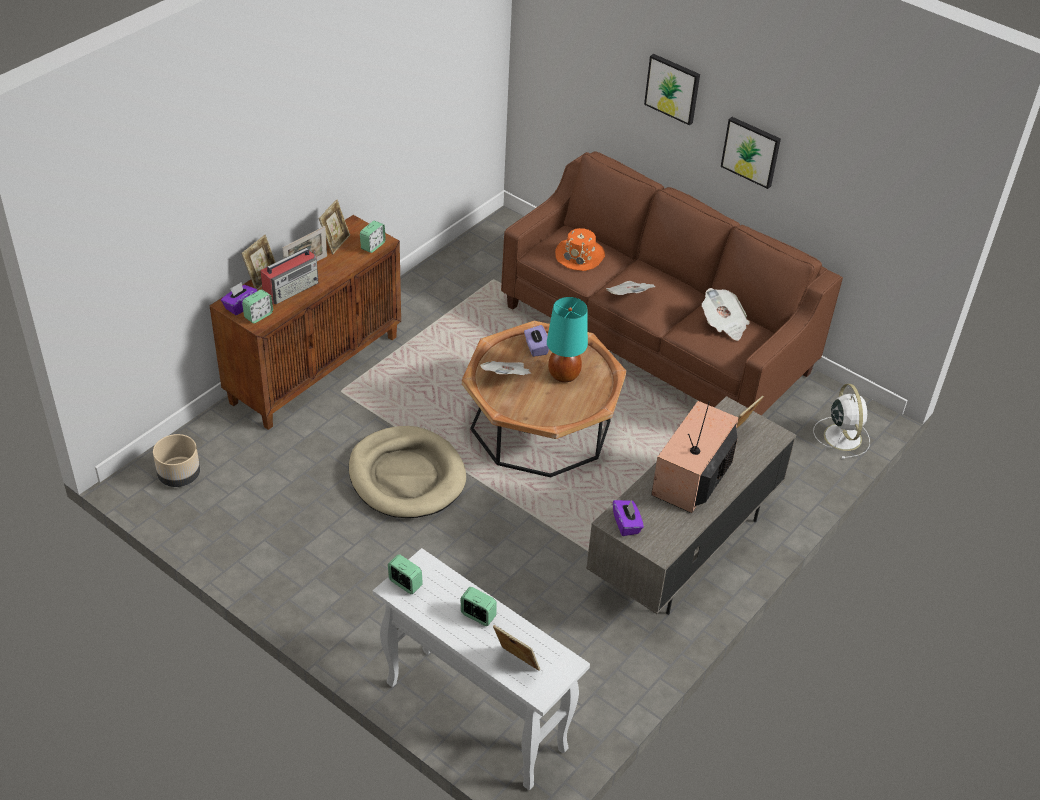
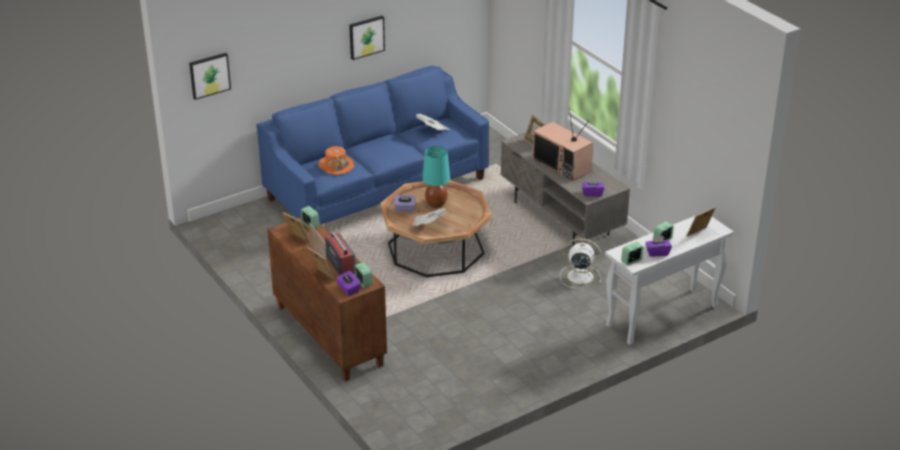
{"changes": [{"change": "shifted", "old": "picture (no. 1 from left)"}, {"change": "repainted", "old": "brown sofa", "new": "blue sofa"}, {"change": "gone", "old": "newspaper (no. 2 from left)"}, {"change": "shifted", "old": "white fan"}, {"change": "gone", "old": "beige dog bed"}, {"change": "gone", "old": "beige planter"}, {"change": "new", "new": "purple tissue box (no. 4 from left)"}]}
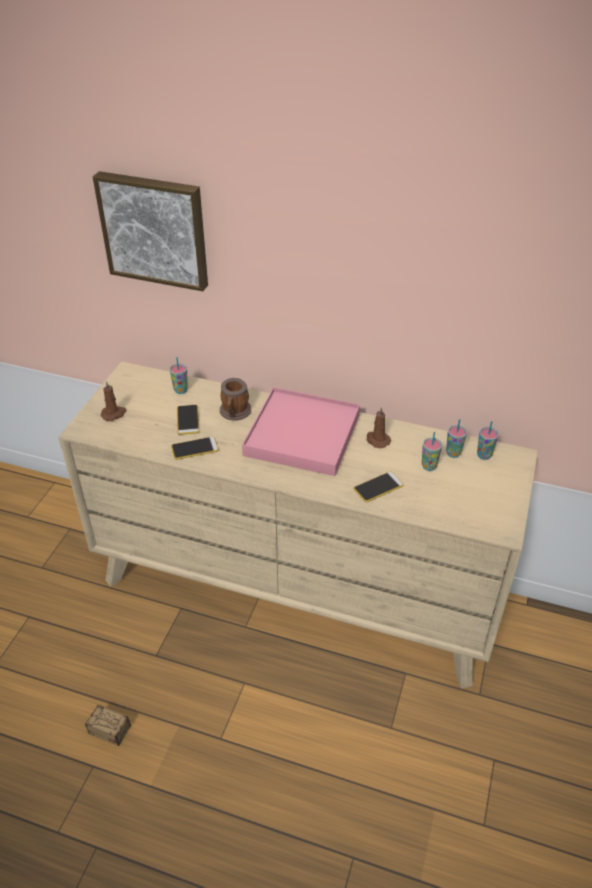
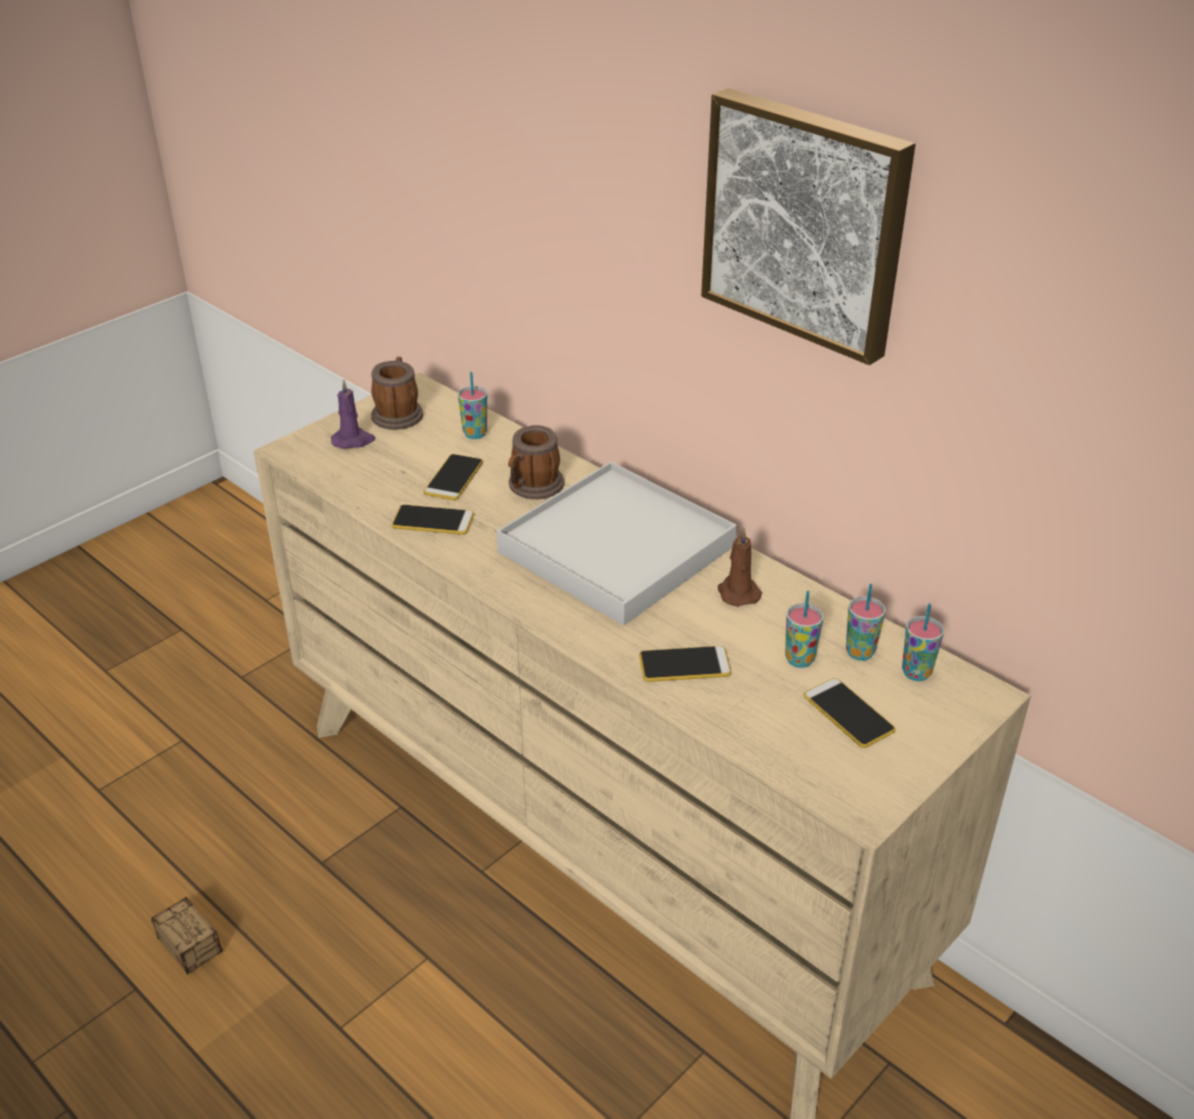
{"changes": [{"change": "shifted", "old": "picture"}, {"change": "repainted", "old": "brown candle (no. 1 from left)", "new": "purple candle"}, {"change": "repainted", "old": "pink tray", "new": "white tray"}, {"change": "new", "new": "mug (no. 1 from left)"}, {"change": "new", "new": "phone (no. 4 from left)"}]}
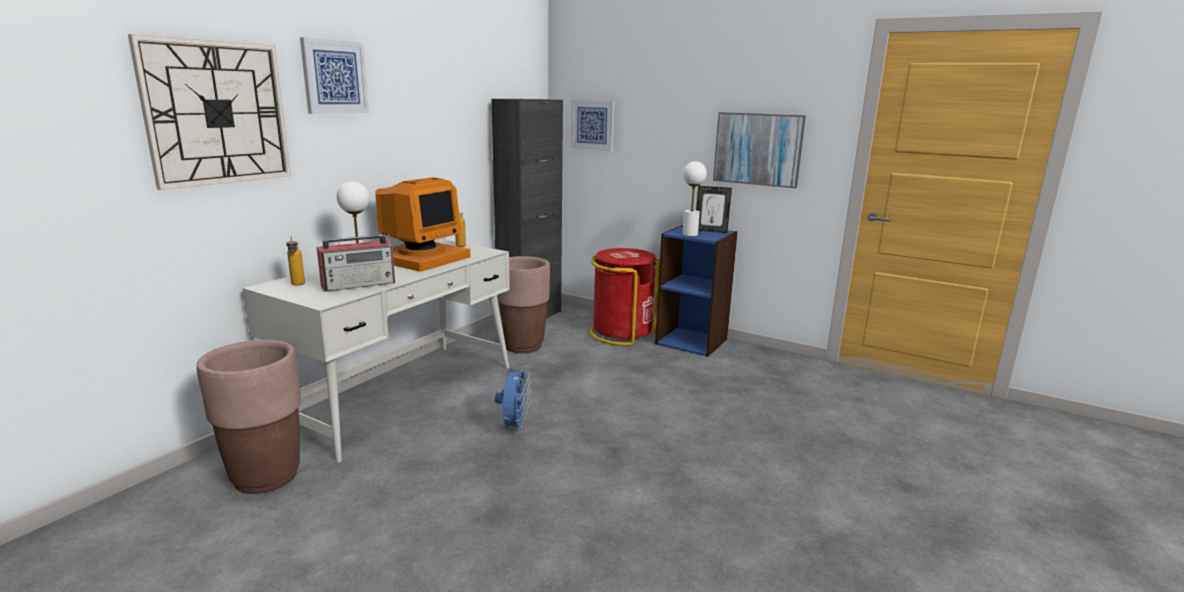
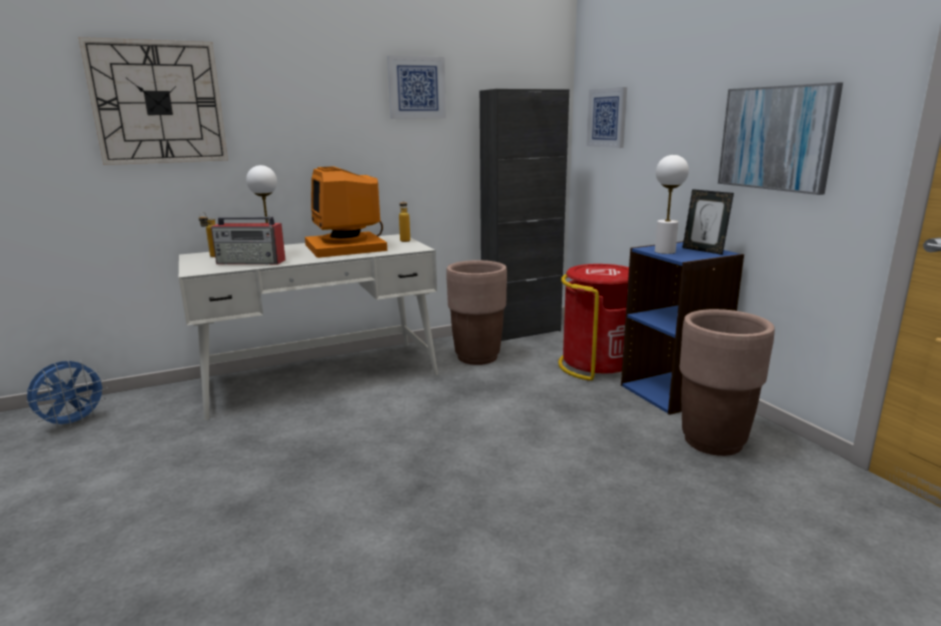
{"changes": [{"change": "shifted", "old": "picture (no. 1 from left)"}, {"change": "rotated", "old": "monitor", "degrees": 90}, {"change": "shifted", "old": "brown planter (no. 1 from left in the first image)", "new": "brown planter (no. 2 from left)"}, {"change": "shifted", "old": "blue fan"}]}
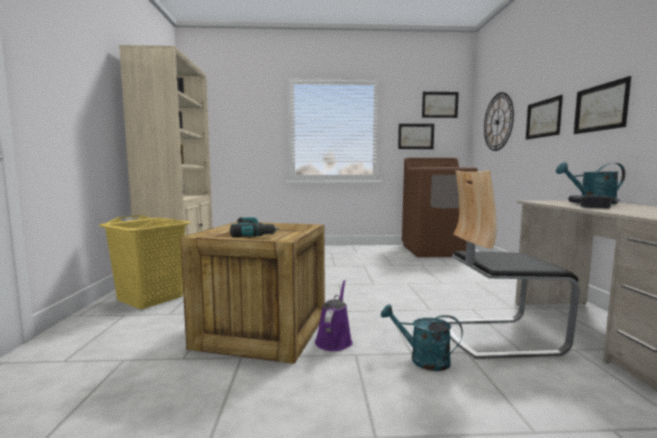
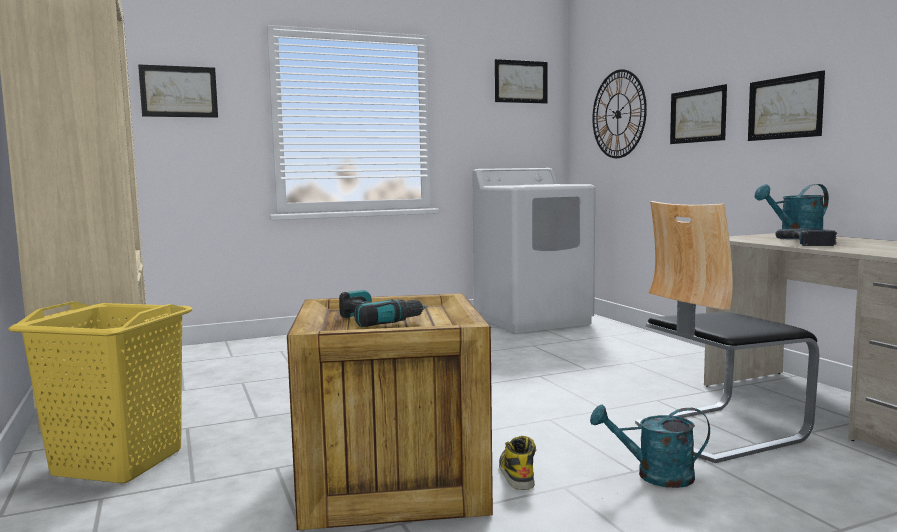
{"changes": [{"change": "shifted", "old": "picture (no. 1 from left)"}, {"change": "repainted", "old": "brown washing machine", "new": "white washing machine"}, {"change": "swapped", "old": "purple watering can", "new": "boot"}]}
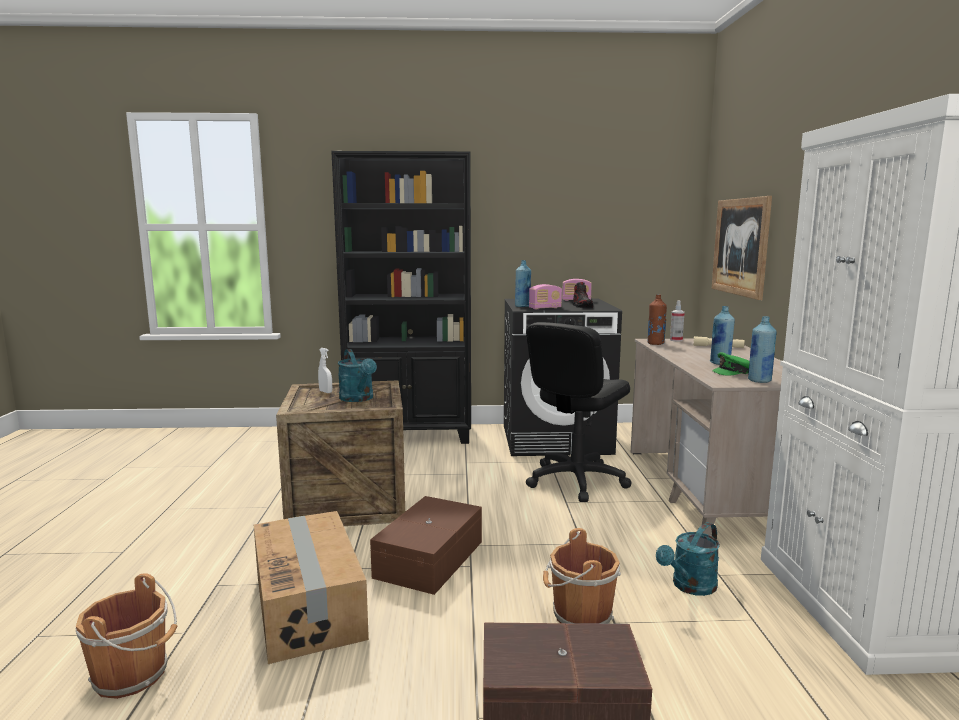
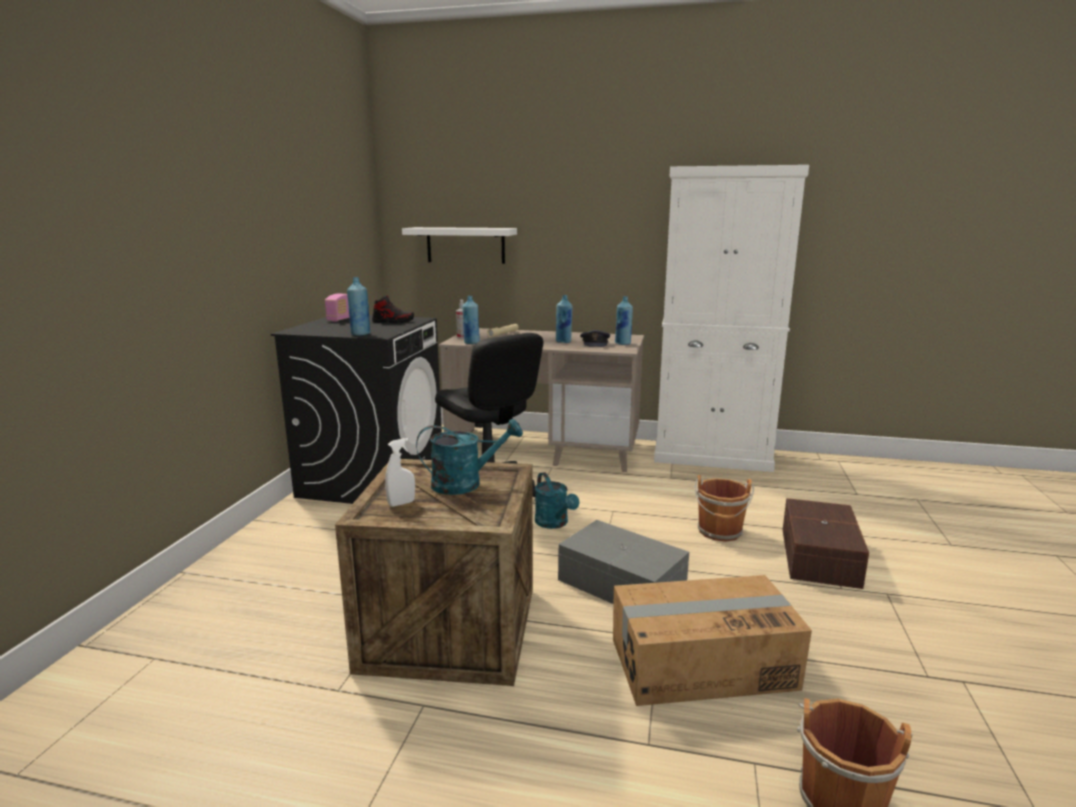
{"changes": [{"change": "gone", "old": "black bookcase"}, {"change": "swapped", "old": "picture", "new": "white shelf"}, {"change": "gone", "old": "radio (no. 1 from left)"}, {"change": "repainted", "old": "brown bottle", "new": "blue bottle (no. 2 from left)"}, {"change": "repainted", "old": "green cap", "new": "grey cap"}, {"change": "repainted", "old": "brown storage box (no. 1 from left)", "new": "grey storage box"}, {"change": "shifted", "old": "turquoise watering can (no. 2 from left)"}]}
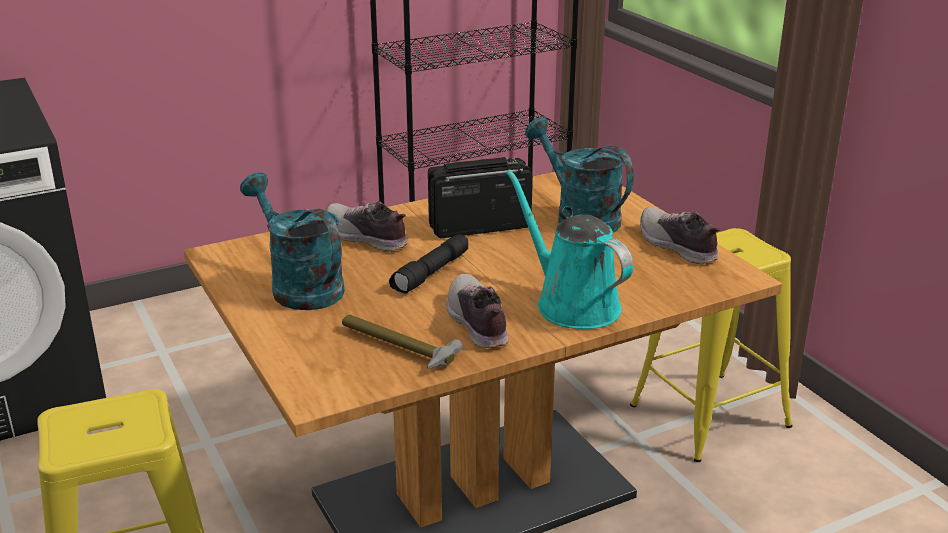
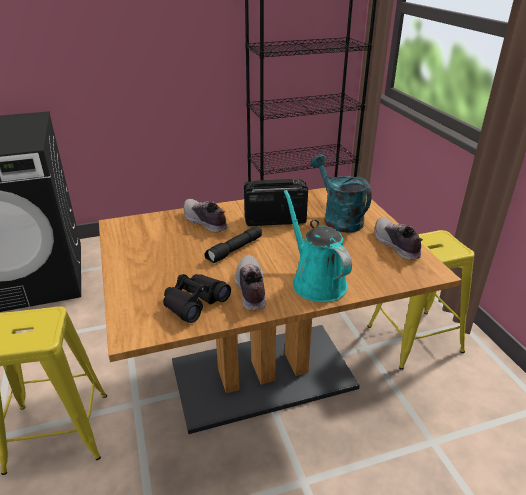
{"changes": [{"change": "gone", "old": "turquoise watering can (no. 1 from left)"}, {"change": "swapped", "old": "hammer", "new": "black binoculars"}]}
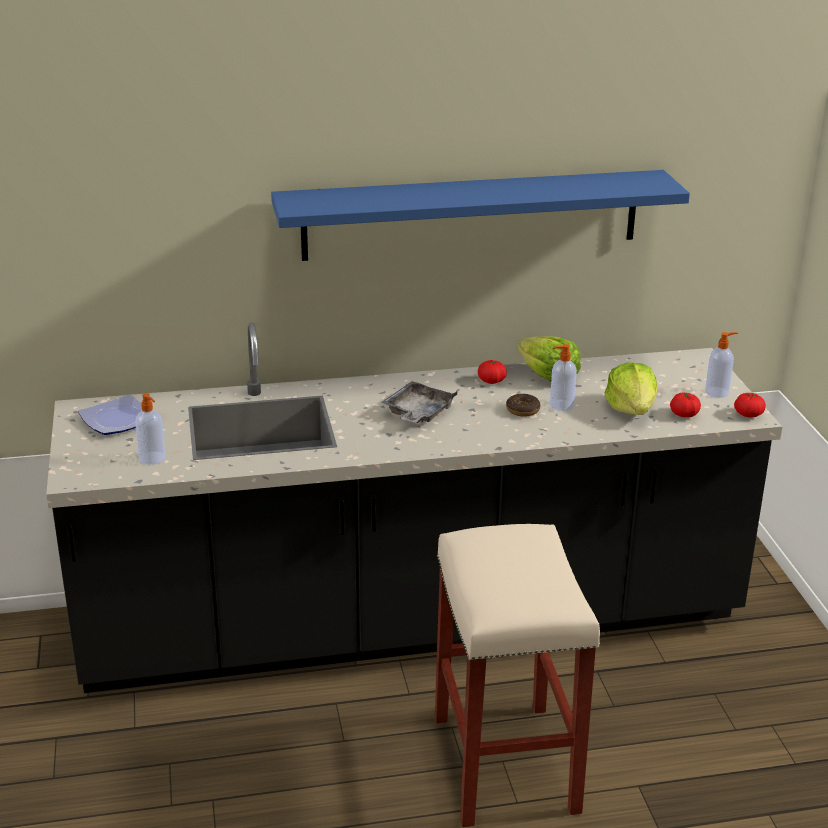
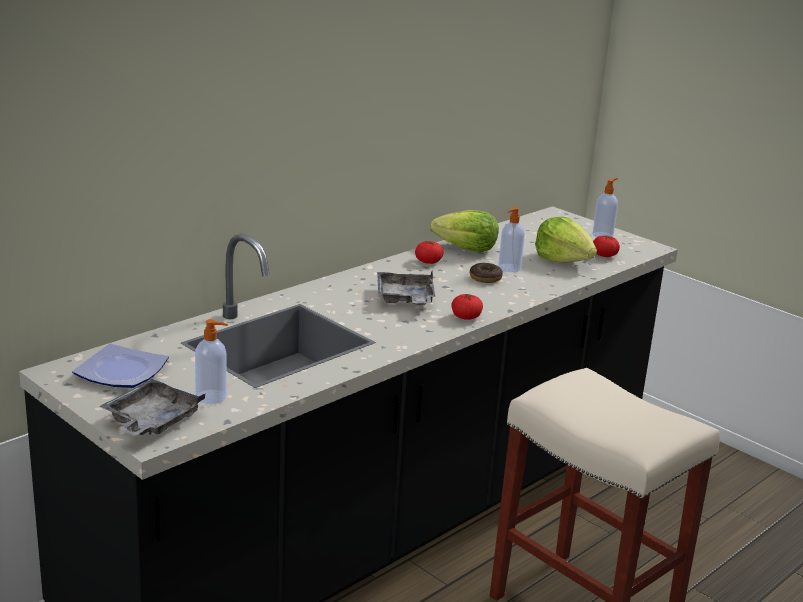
{"changes": [{"change": "gone", "old": "blue shelf"}, {"change": "shifted", "old": "tomato (no. 3 from left in the first image)", "new": "tomato (no. 2 from left)"}, {"change": "new", "new": "grey tray (no. 1 from left)"}]}
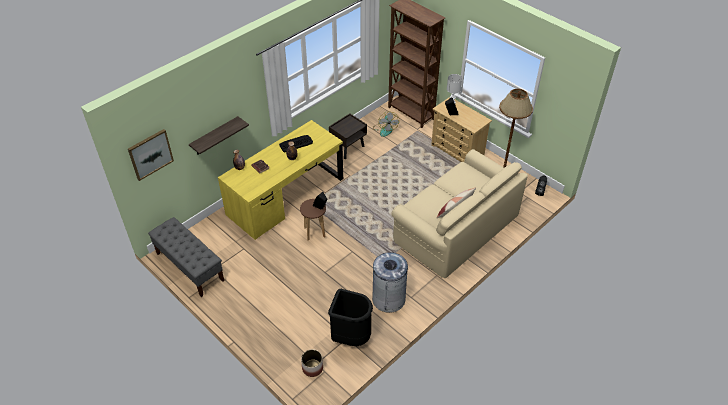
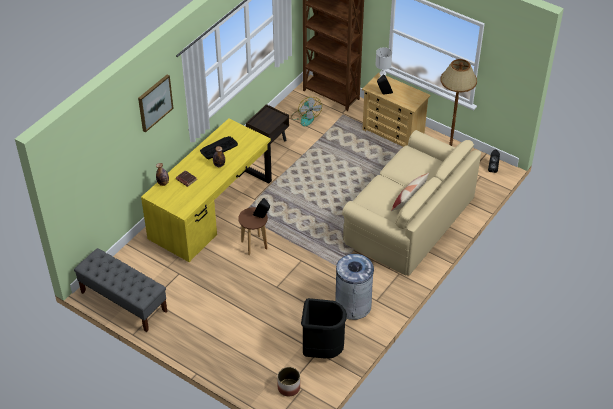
{"changes": [{"change": "gone", "old": "shelf"}, {"change": "shifted", "old": "picture"}]}
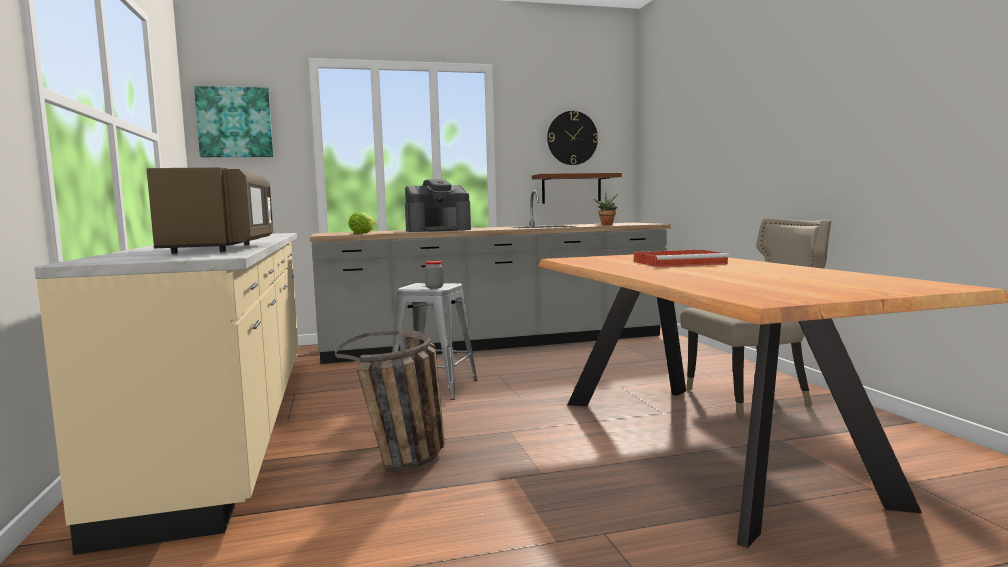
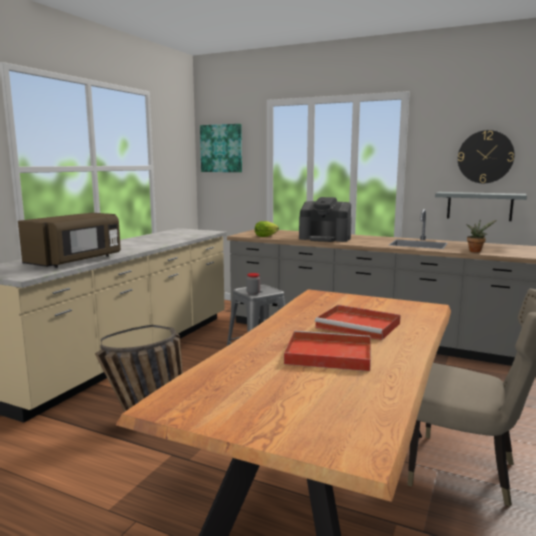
{"changes": [{"change": "repainted", "old": "brown shelf", "new": "grey shelf"}, {"change": "new", "new": "red tray (no. 1 from left)"}]}
